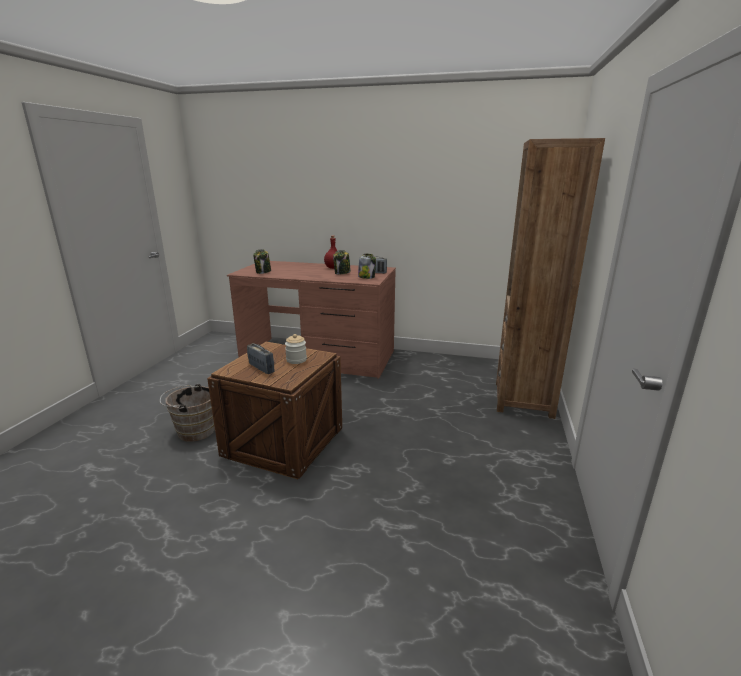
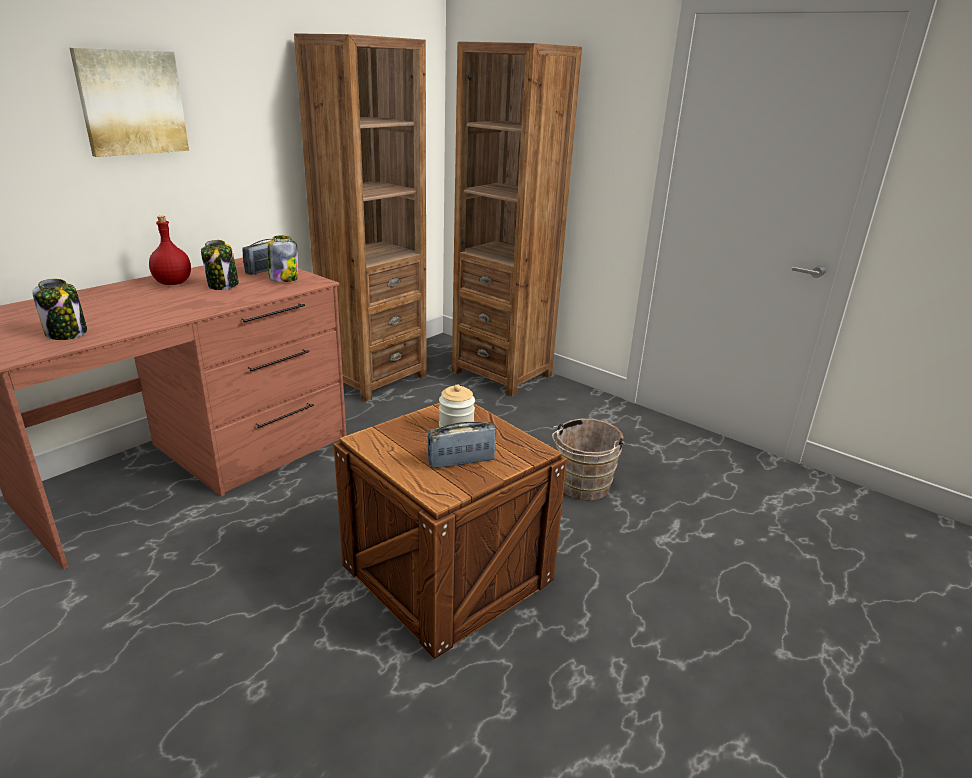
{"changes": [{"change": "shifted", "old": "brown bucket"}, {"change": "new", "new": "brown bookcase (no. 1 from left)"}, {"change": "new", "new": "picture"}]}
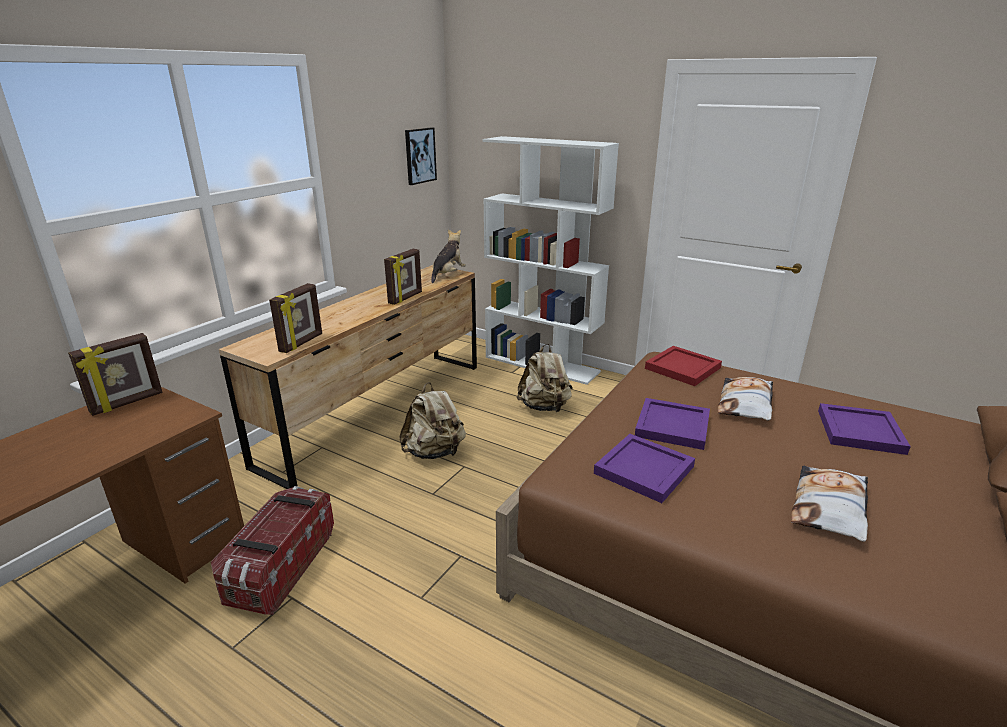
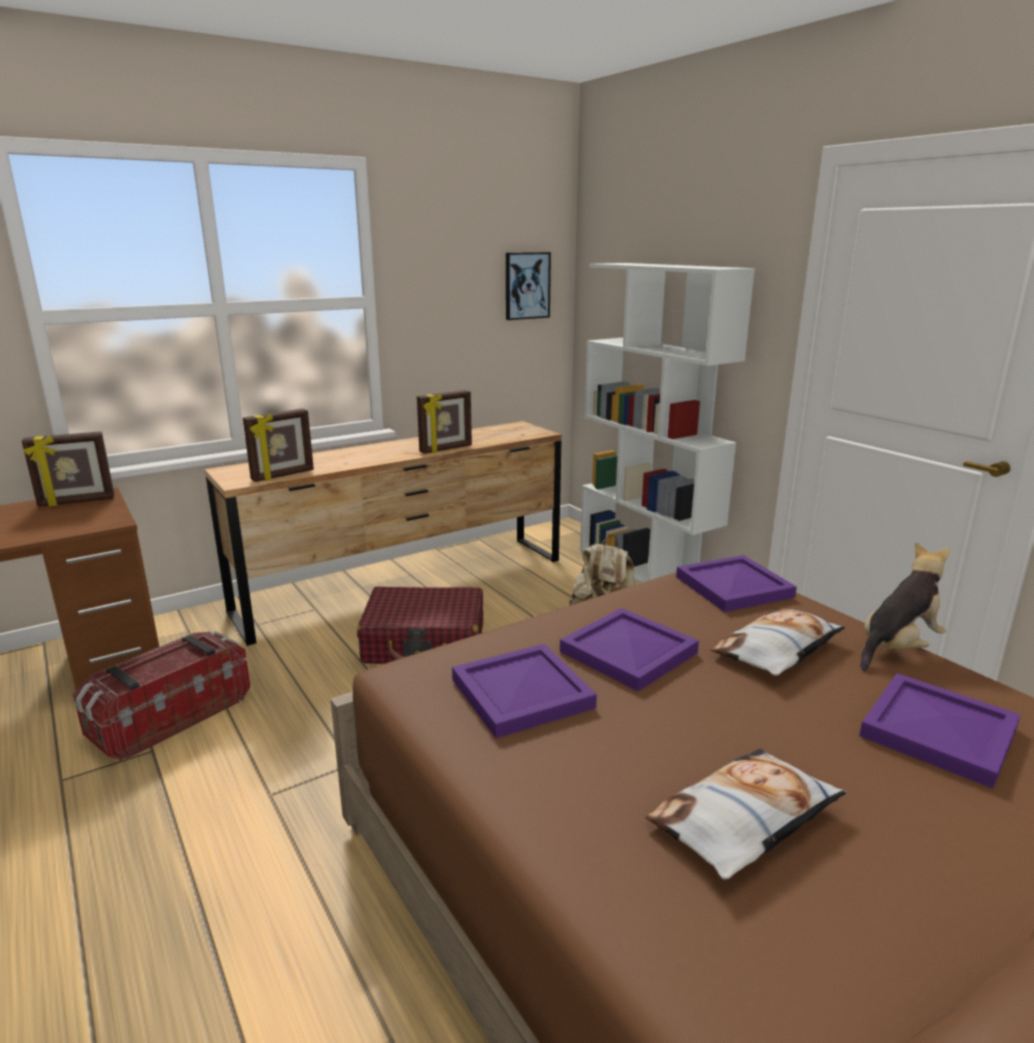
{"changes": [{"change": "shifted", "old": "plush toy"}, {"change": "repainted", "old": "red tray", "new": "purple tray (no. 3 from left)"}, {"change": "swapped", "old": "beige backpack (no. 1 from left)", "new": "red suitcase"}]}
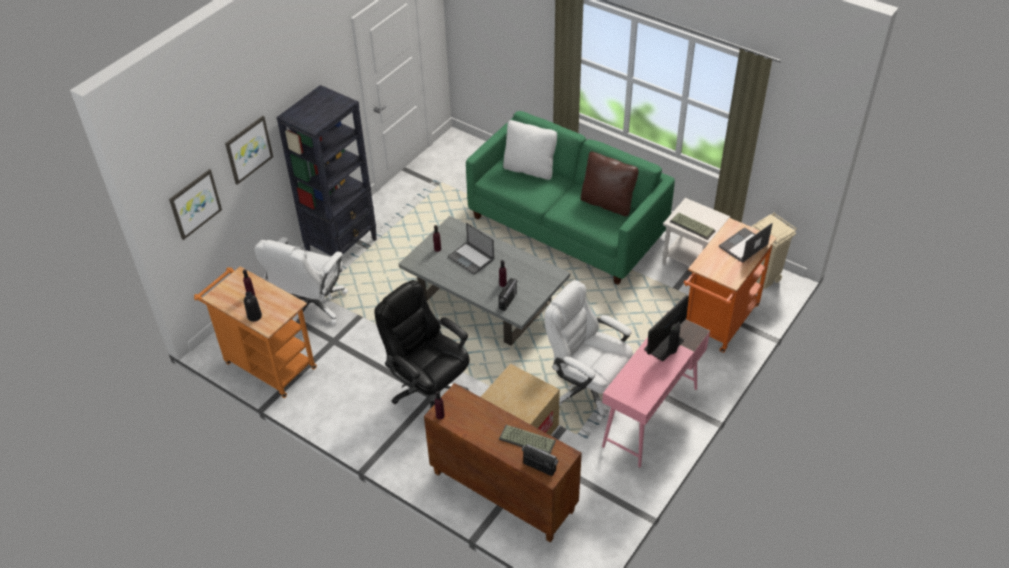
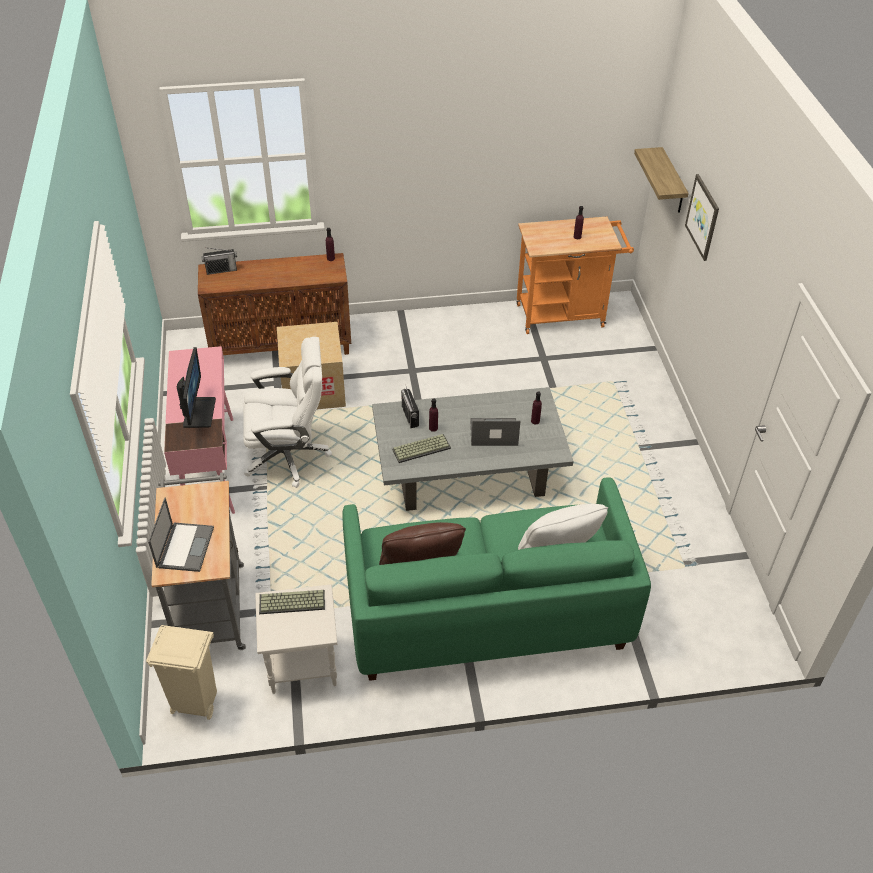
{"changes": [{"change": "gone", "old": "black bookcase"}, {"change": "swapped", "old": "picture (no. 1 from left)", "new": "shelf"}, {"change": "repainted", "old": "orange cart (no. 2 from left)", "new": "grey cart"}, {"change": "gone", "old": "white office chair (no. 1 from left)"}, {"change": "gone", "old": "black office chair"}, {"change": "gone", "old": "black bottle"}, {"change": "shifted", "old": "keyboard (no. 1 from left in the first image)", "new": "keyboard (no. 2 from left)"}]}
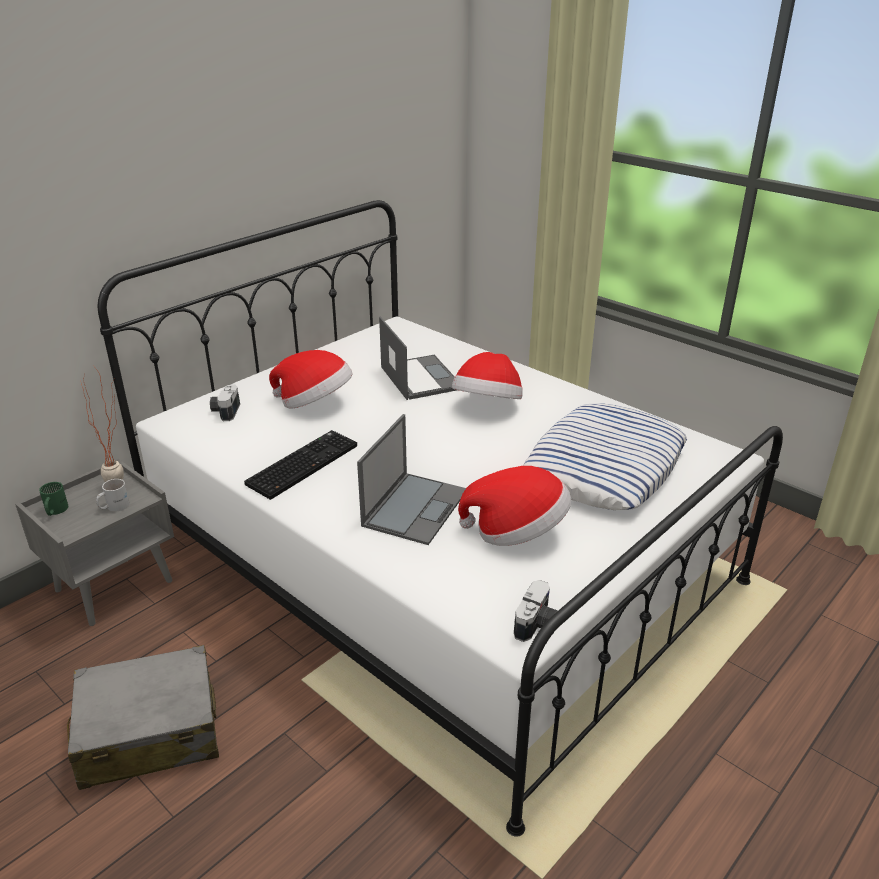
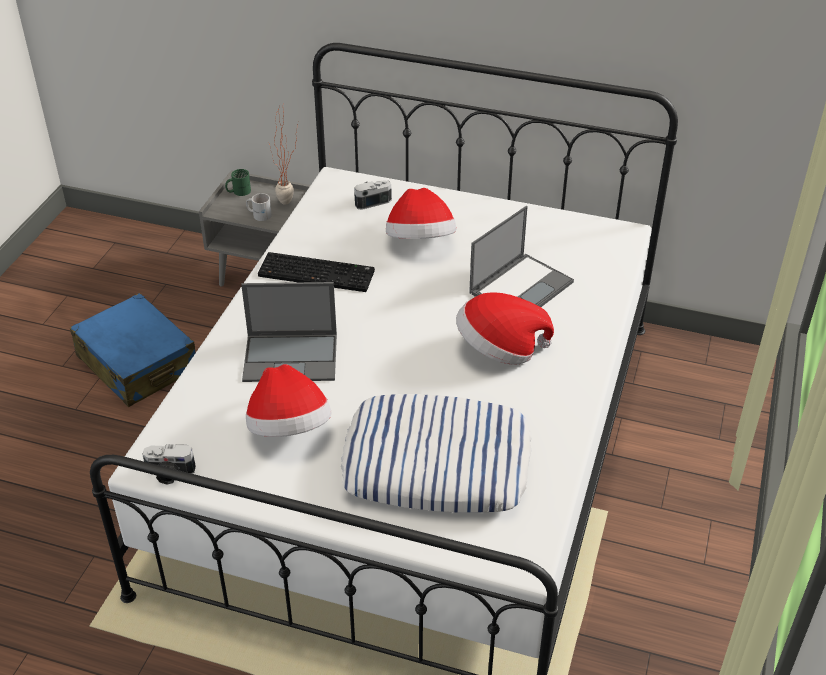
{"changes": [{"change": "repainted", "old": "grey suitcase", "new": "blue suitcase"}]}
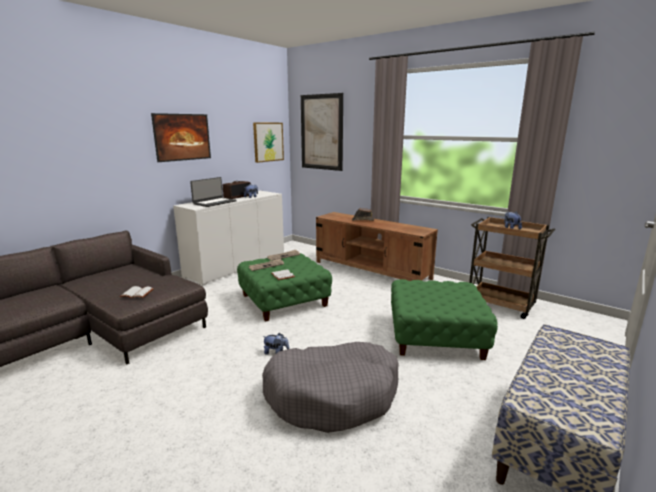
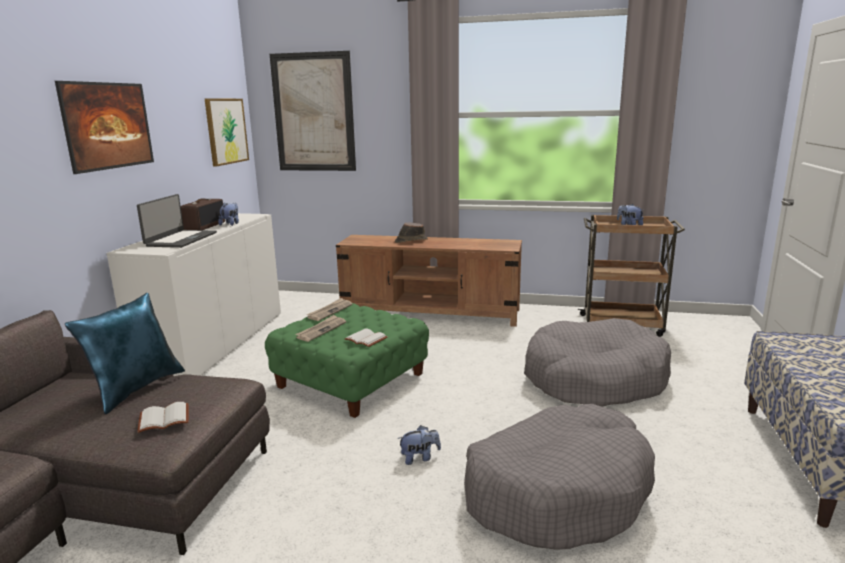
{"changes": [{"change": "swapped", "old": "green ottoman (no. 2 from left)", "new": "grey dog bed (no. 2 from left)"}, {"change": "new", "new": "blue pillow"}]}
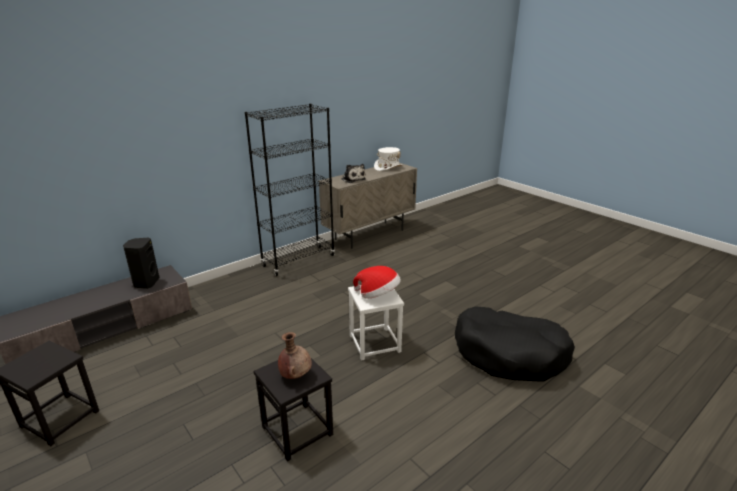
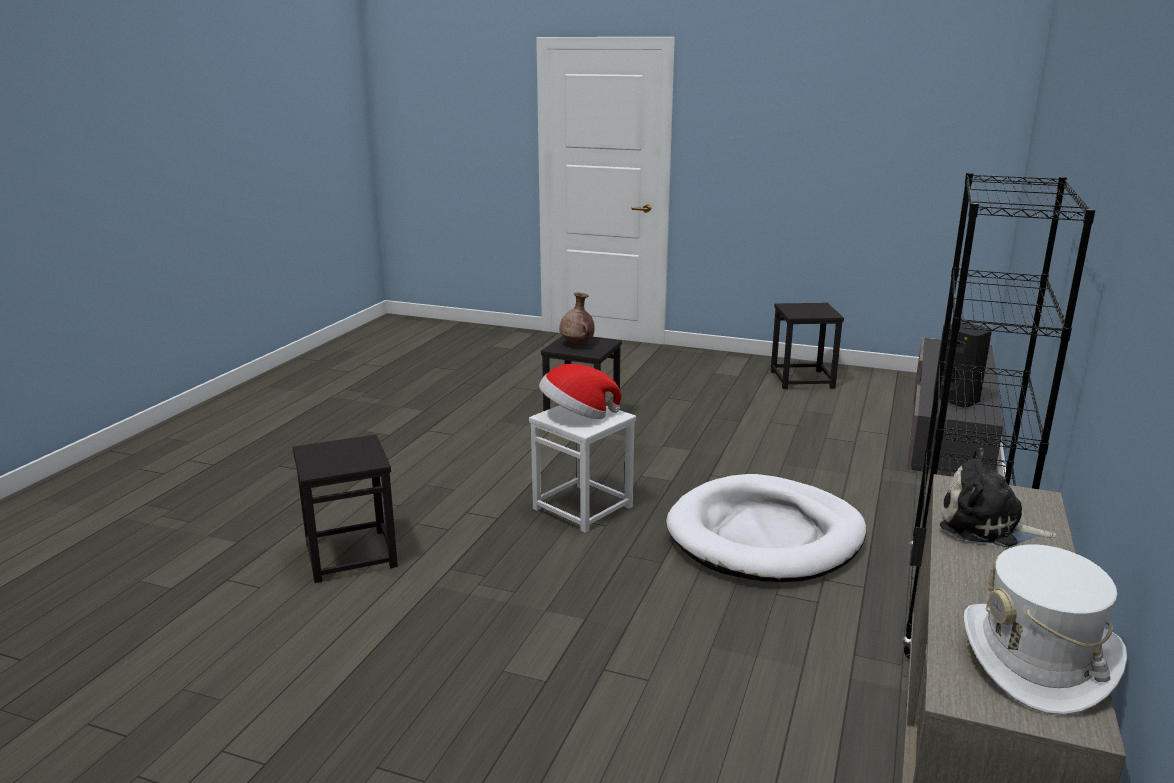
{"changes": [{"change": "swapped", "old": "black dog bed", "new": "black stool (no. 1 from left)"}, {"change": "new", "new": "white dog bed"}]}
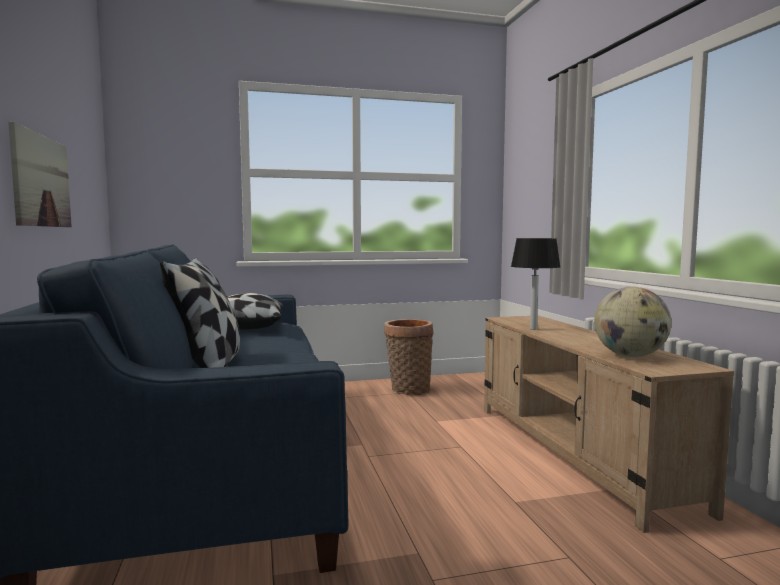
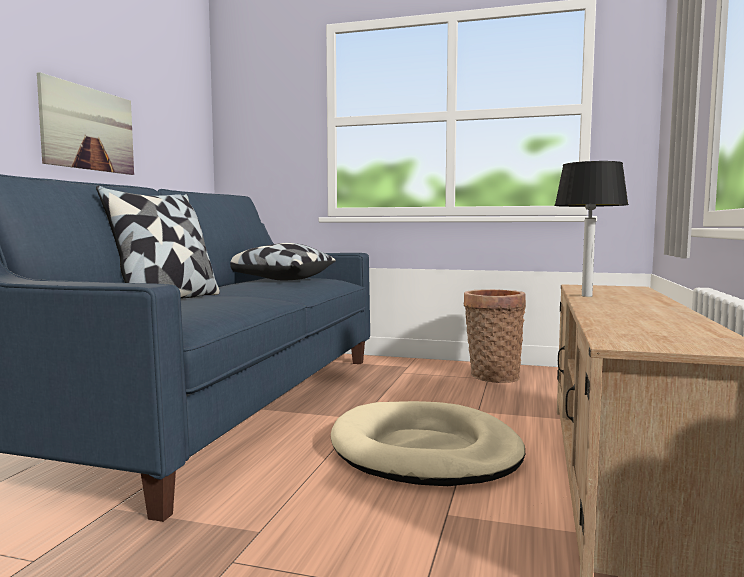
{"changes": [{"change": "gone", "old": "globe"}, {"change": "new", "new": "beige dog bed"}]}
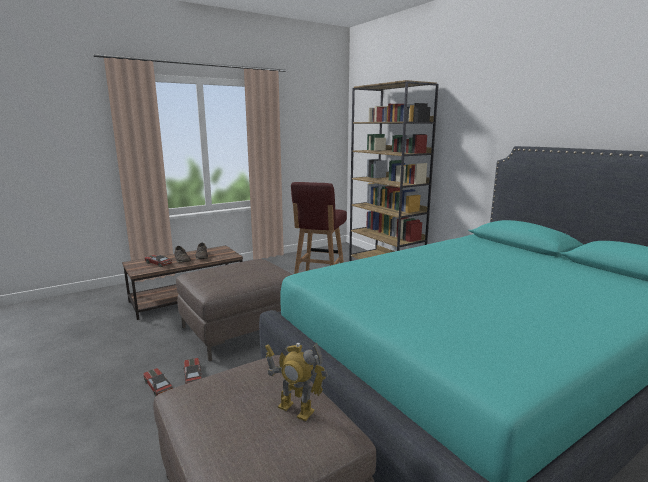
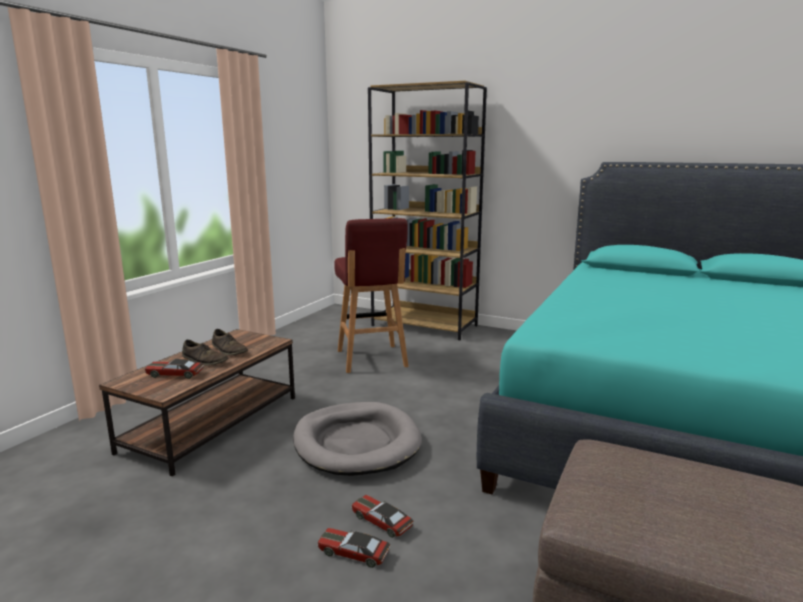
{"changes": [{"change": "swapped", "old": "brown ottoman (no. 1 from left)", "new": "grey dog bed"}, {"change": "gone", "old": "toy robot"}]}
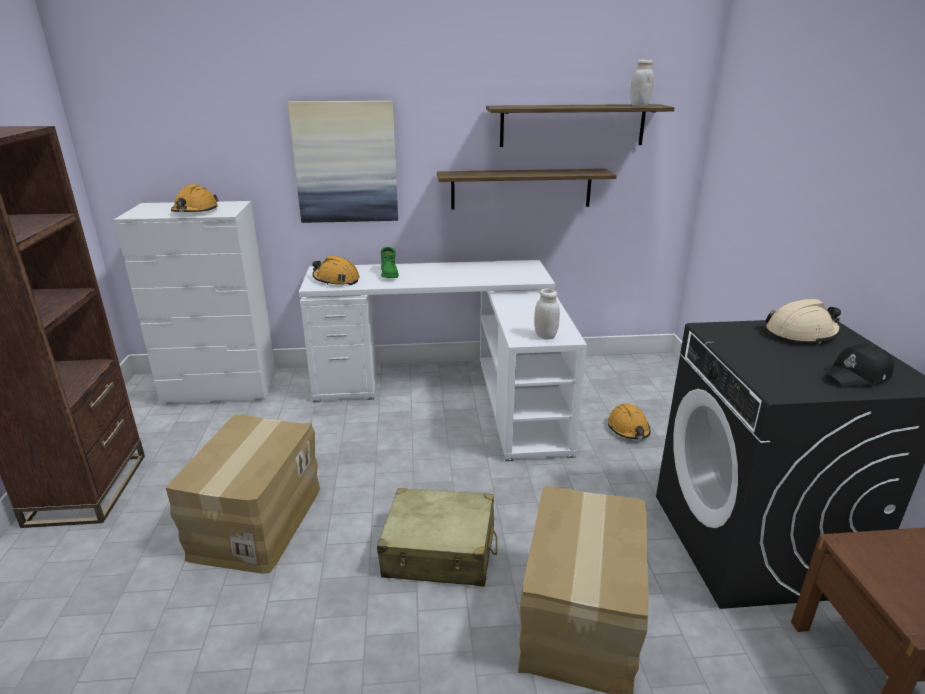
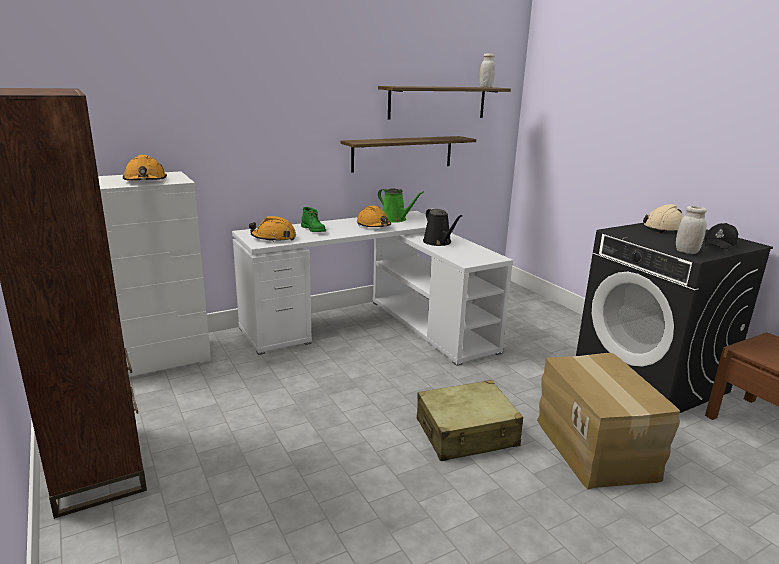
{"changes": [{"change": "gone", "old": "picture"}, {"change": "shifted", "old": "white jar (no. 1 from left in the first image)", "new": "white jar (no. 2 from left)"}, {"change": "shifted", "old": "orange hard hat (no. 3 from left)"}, {"change": "gone", "old": "cardboard box (no. 1 from left)"}, {"change": "new", "new": "green watering can"}, {"change": "new", "new": "black watering can"}]}
